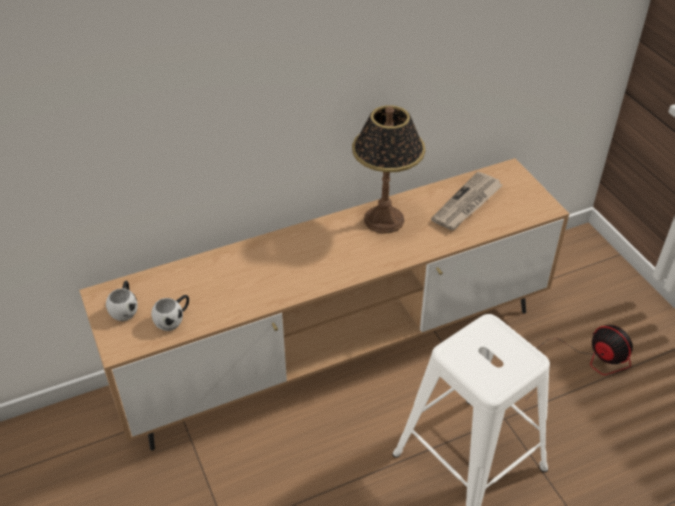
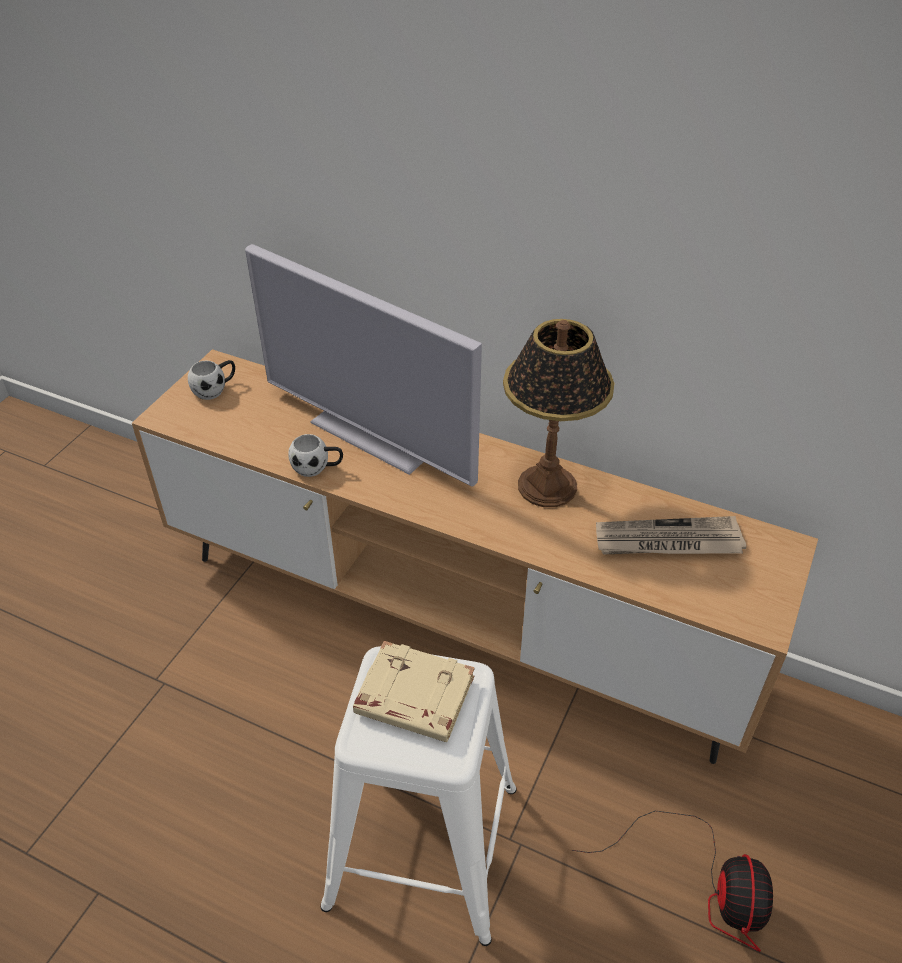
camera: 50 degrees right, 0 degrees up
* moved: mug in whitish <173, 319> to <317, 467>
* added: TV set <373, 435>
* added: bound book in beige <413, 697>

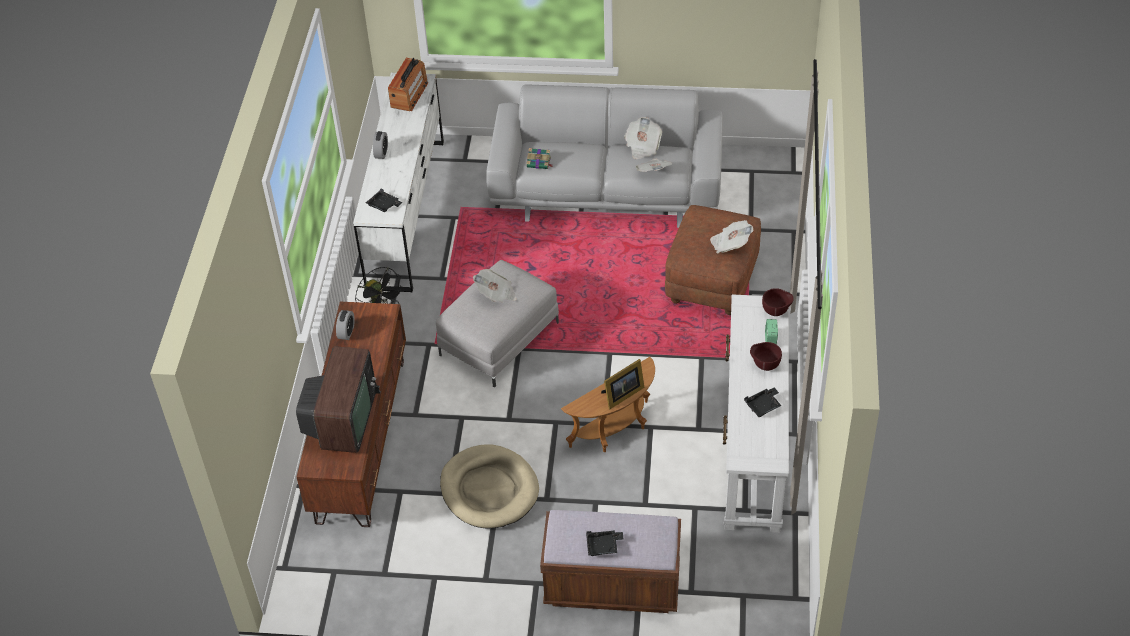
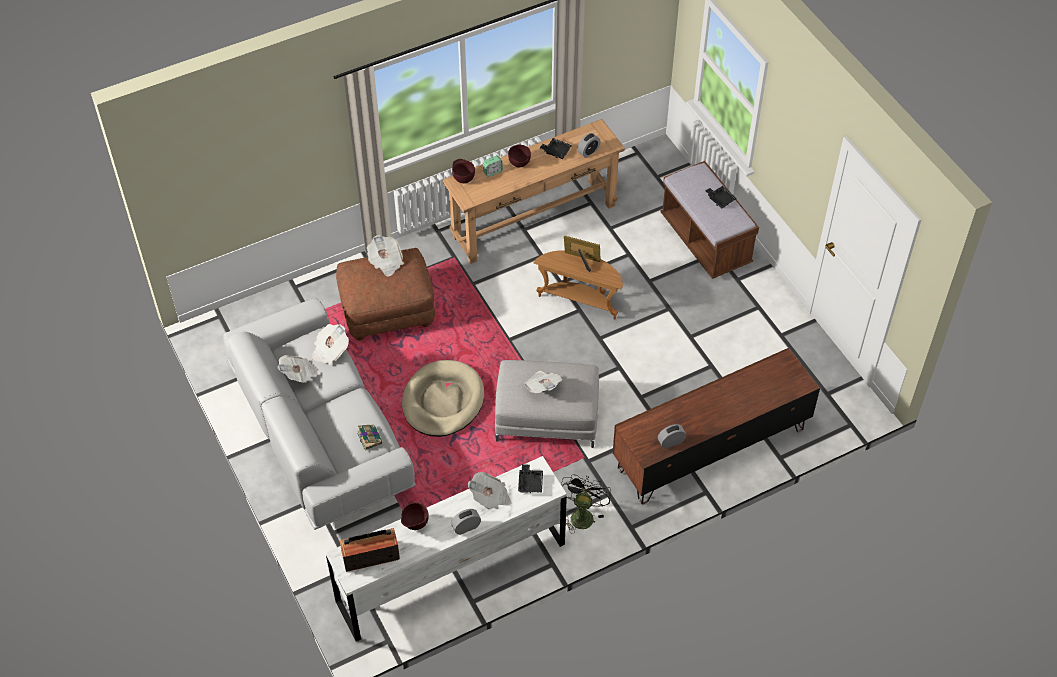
camera: 125 degrees left, 5 degrees up
* removed: TV set <343, 420>
* moved: dog bed in beige <489, 489> to <443, 401>
* recoloured: hall table in whitish <753, 446> to hall table in brown <534, 220>
* added: serving bowl in brown <414, 525>
* added: daily paper <490, 497>
* added: bedside clock <588, 152>

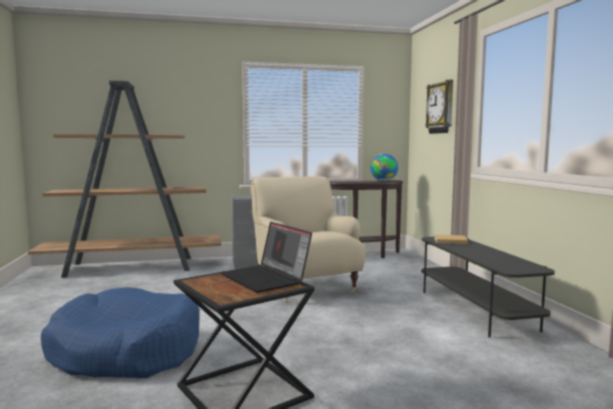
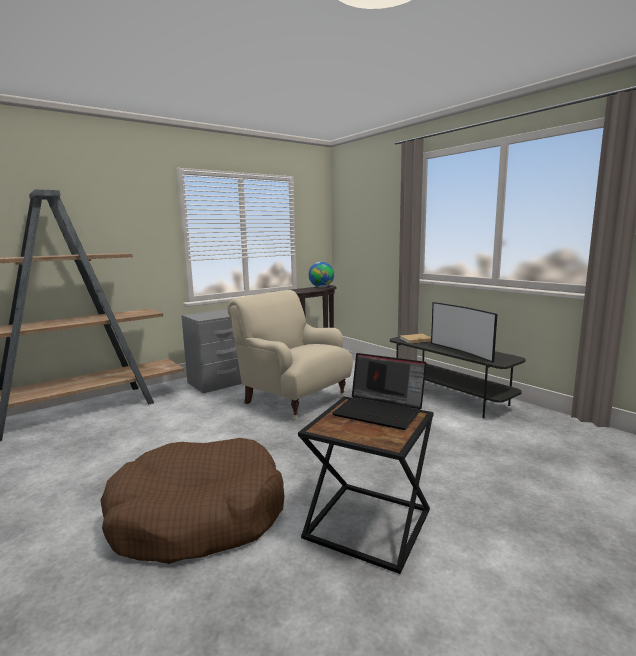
camera: 25 degrees left, 5 degrees up
* recoloured: dog bed in blue <126, 351> to dog bed in brown <198, 515>
* removed: hanging clock <441, 108>
* added: TV set <462, 351>

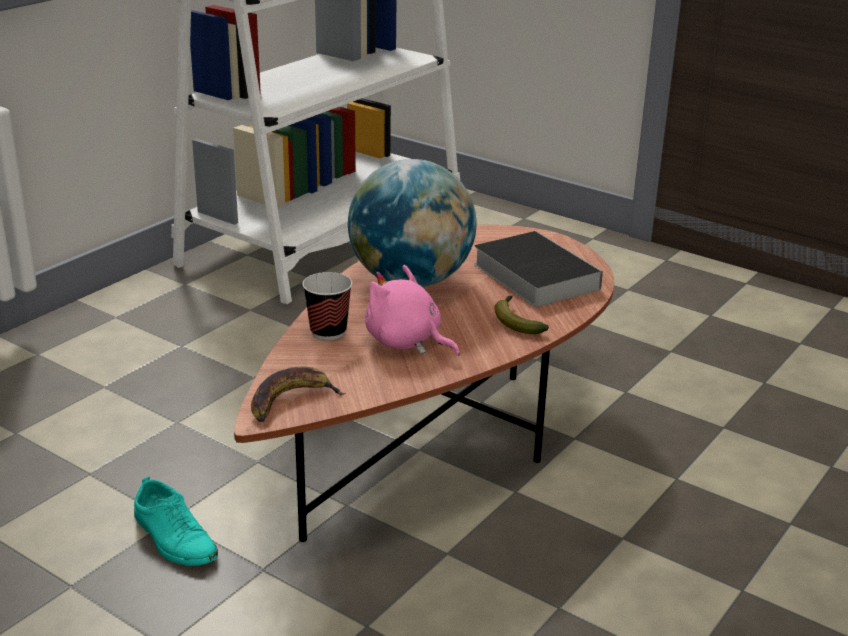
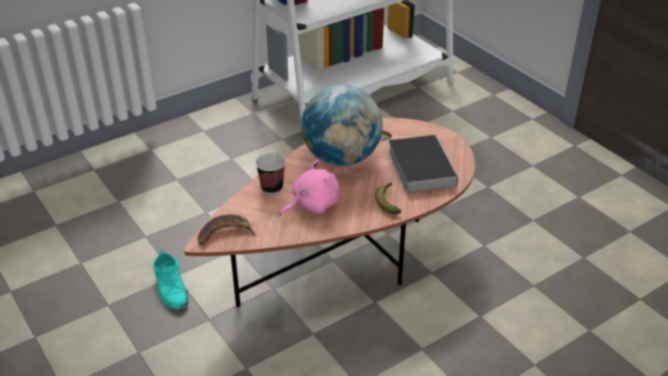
camera: 20 degrees right, 10 degrees up
* turned: cuddly toy in pink <406, 342> = <312, 204> 90 degrees clockwise

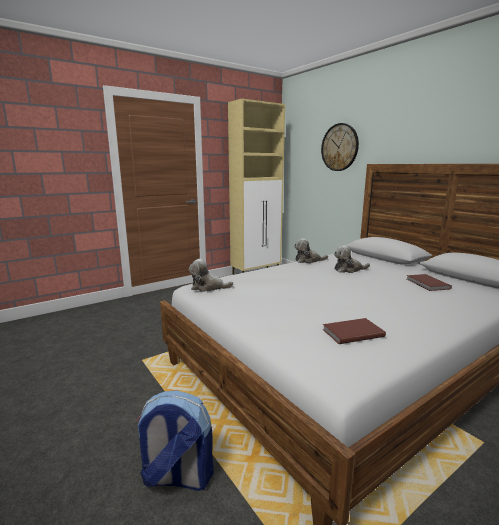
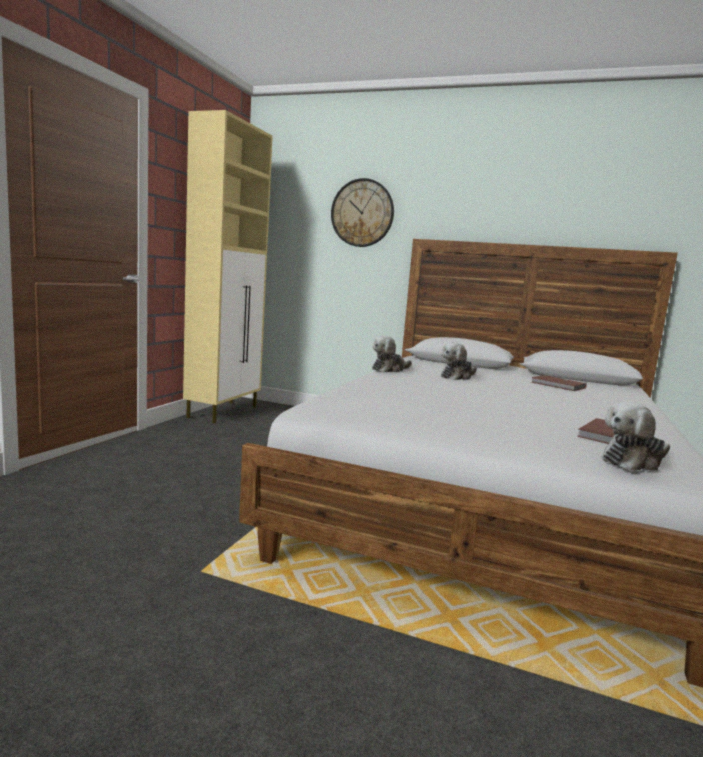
camera: 35 degrees left, 5 degrees down
* removed: backpack <177, 477>
* moved: cuddly toy <208, 287> to <633, 461>

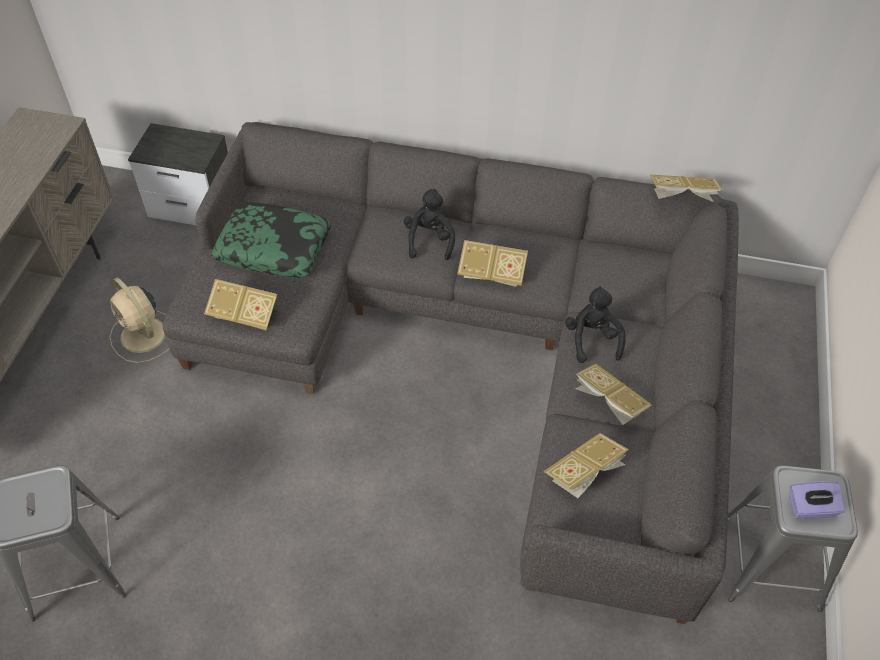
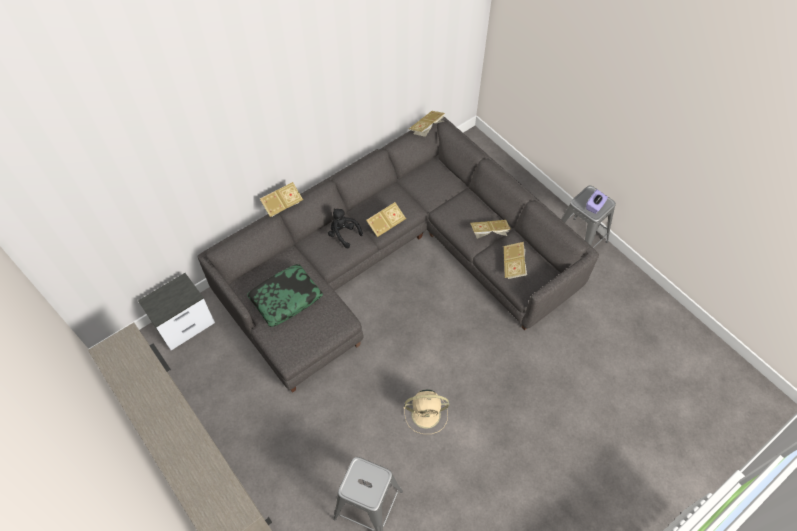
camera: 50 degrees left, 5 degrees up
* moved: electric fan in beige <144, 336> to <427, 414>
* moved: bound book <244, 315> to <282, 205>
* removed: cuddly toy in black <592, 339>

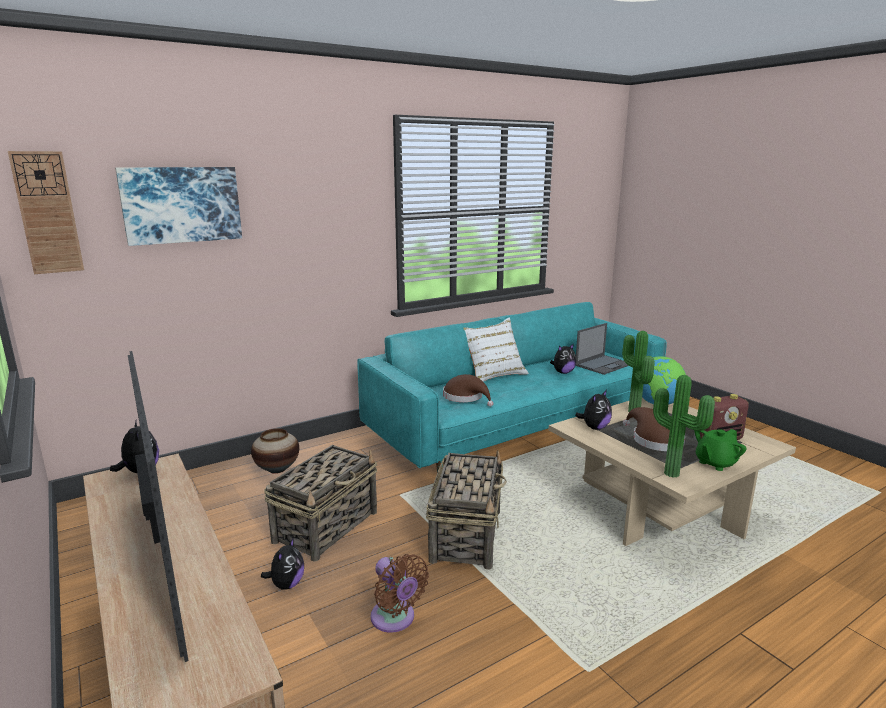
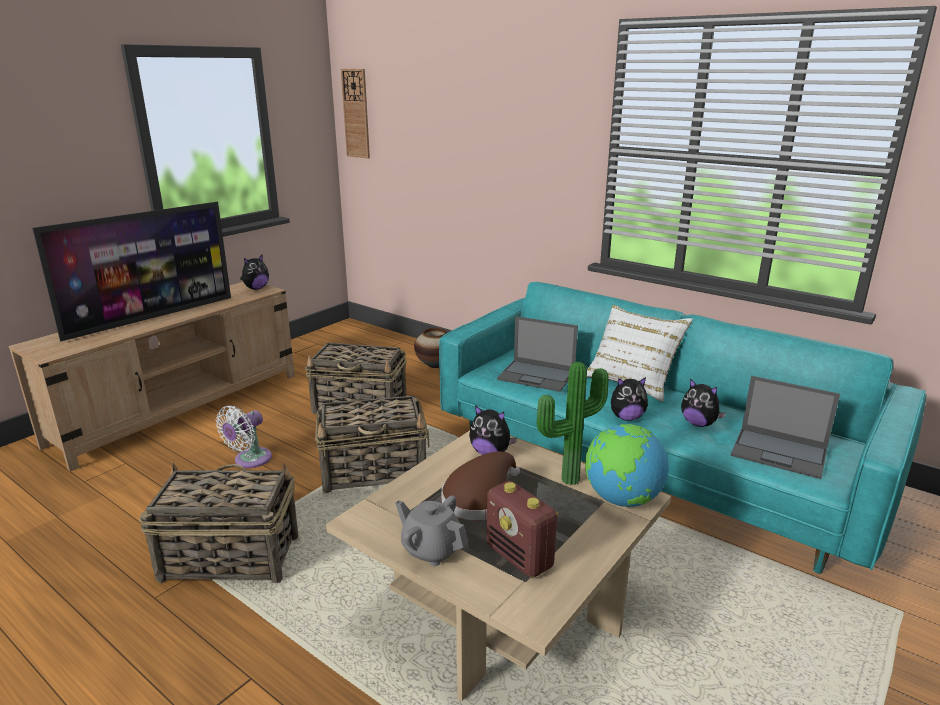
camera: 70 degrees right, 5 degrees up
* removed: wall art <181, 204>
* moved: cuddly toy <287, 584> to <626, 417>
* recoloured: electric fan in brown <395, 619> to electric fan in whitish <249, 460>
* replaced: hat in brown <465, 397> to laptop <537, 376>
* removed: plant in a pot <673, 473>
* recoloured: pot for tea in green <715, 463> to pot for tea in gray <431, 549>
* added: household basket <229, 557>

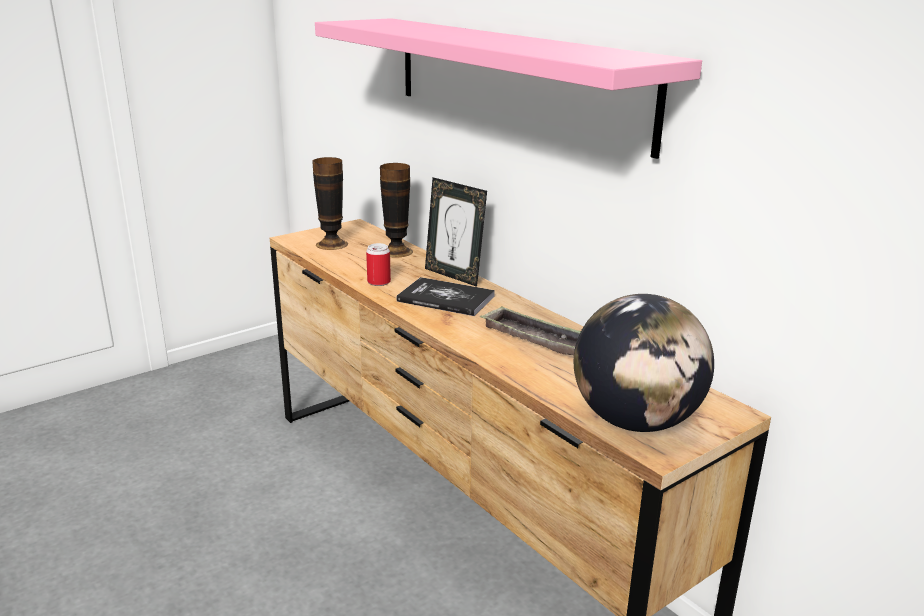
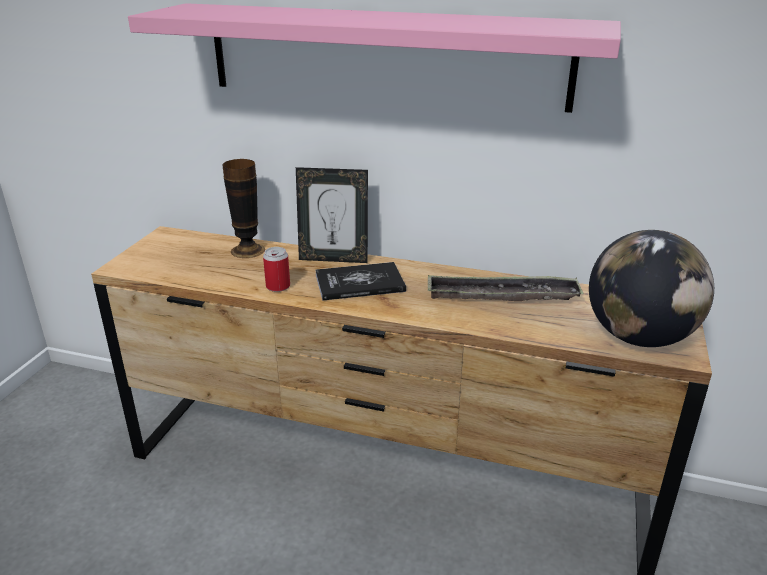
camera: 35 degrees left, 5 degrees up
* removed: decorative vase <332, 244>

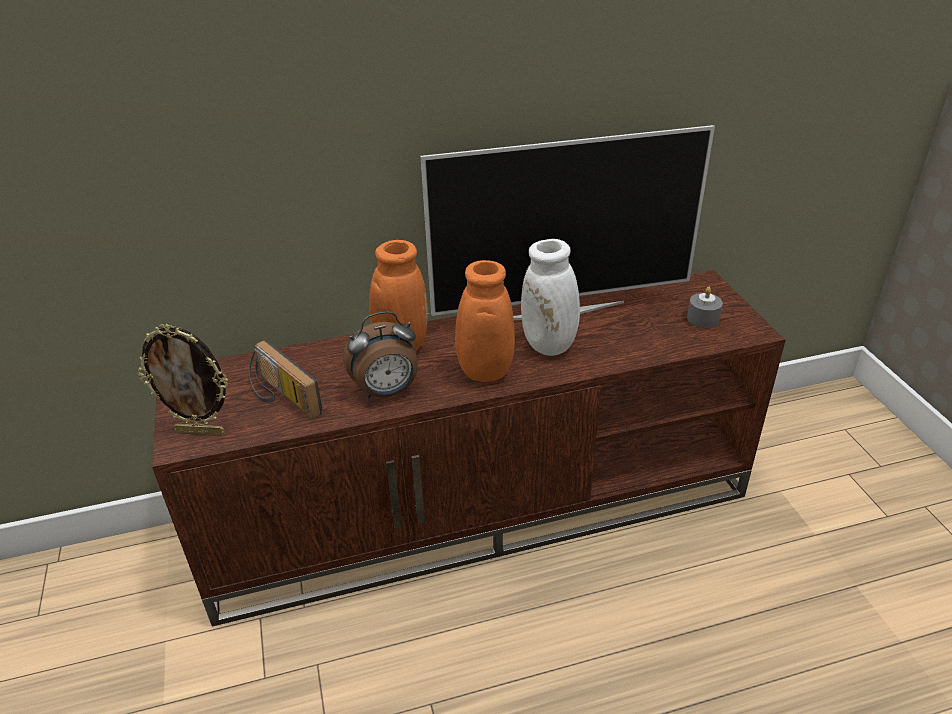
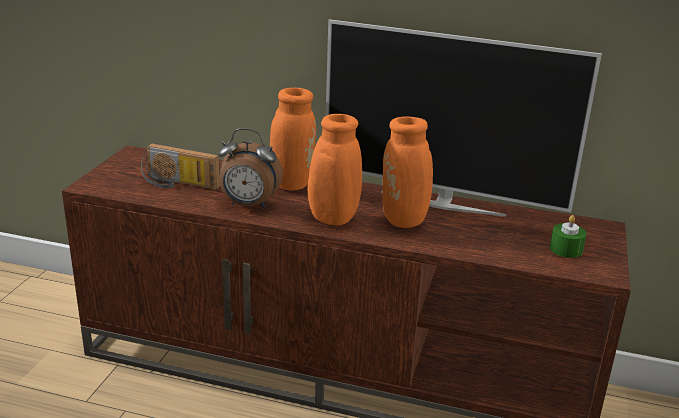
camera: 30 degrees right, 10 degrees down
* removed: standing frame <201, 432>
* turned: radio set <281, 397> = <178, 184> 60 degrees counterclockwise
* recoloured: decorative vase in whitish <553, 347> to decorative vase in orange <406, 223>
* recoloured: wax light in gray <703, 318> to wax light in green <566, 249>

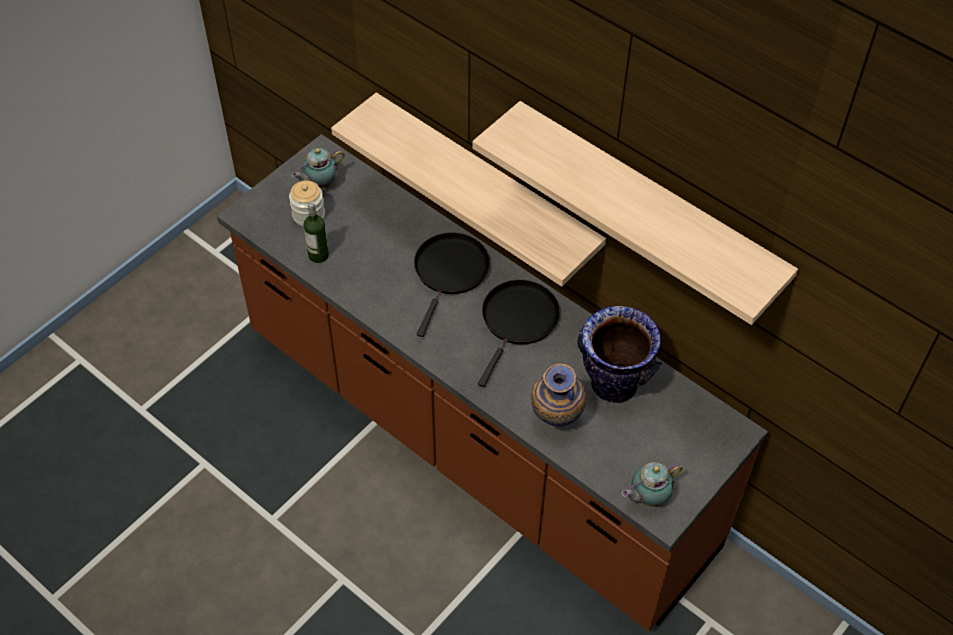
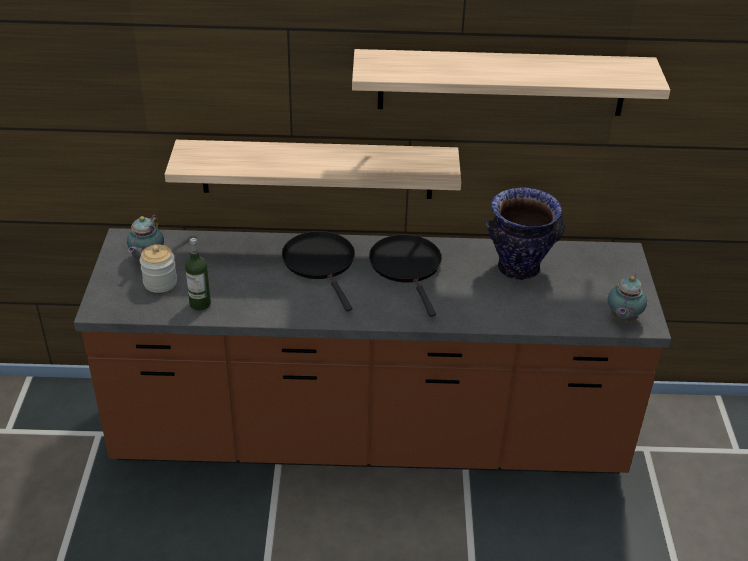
camera: 40 degrees left, 15 degrees down
* removed: decorative vase <555, 421>

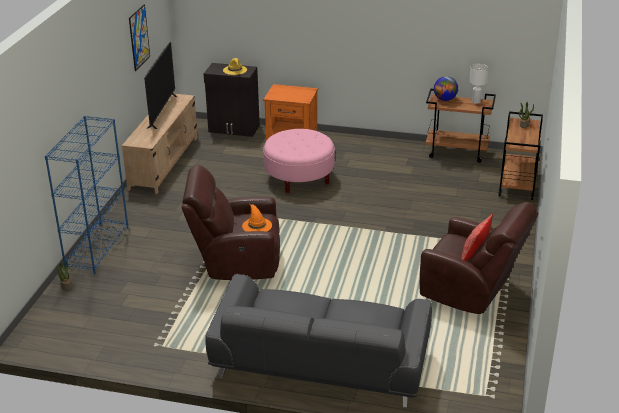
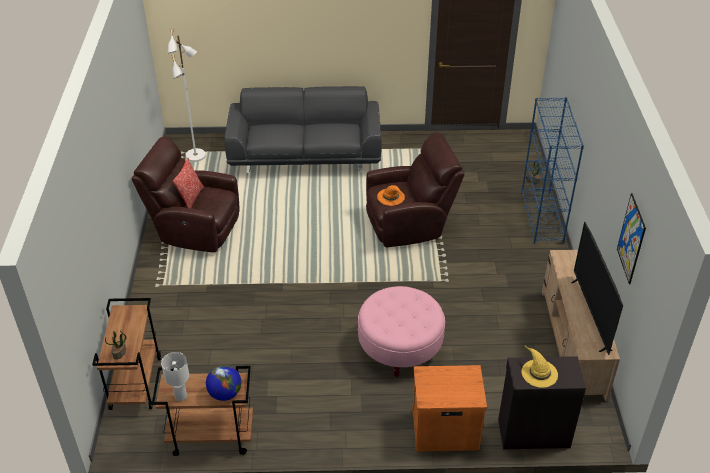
camera: 165 degrees right, 10 degrees up
* added: floor lamp in whitish <196, 156>

